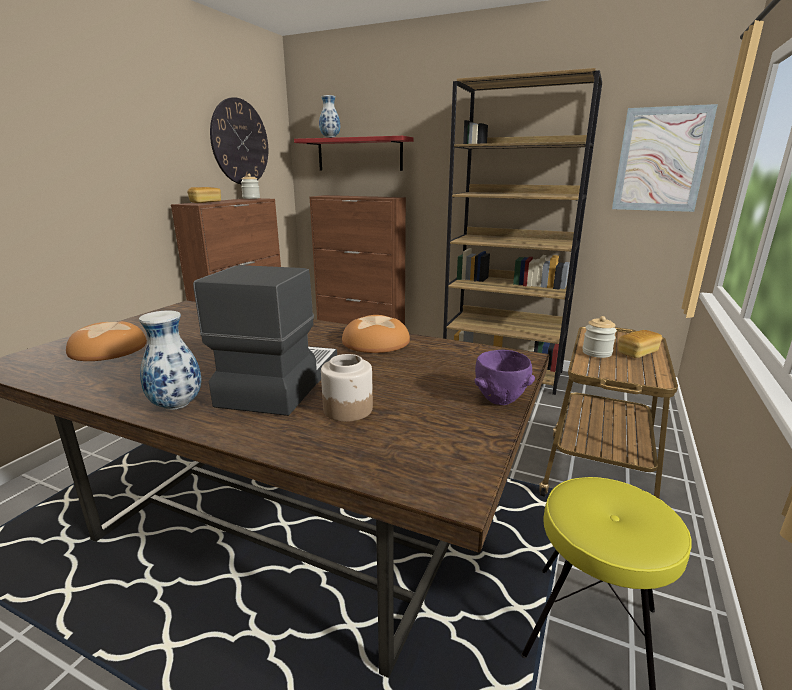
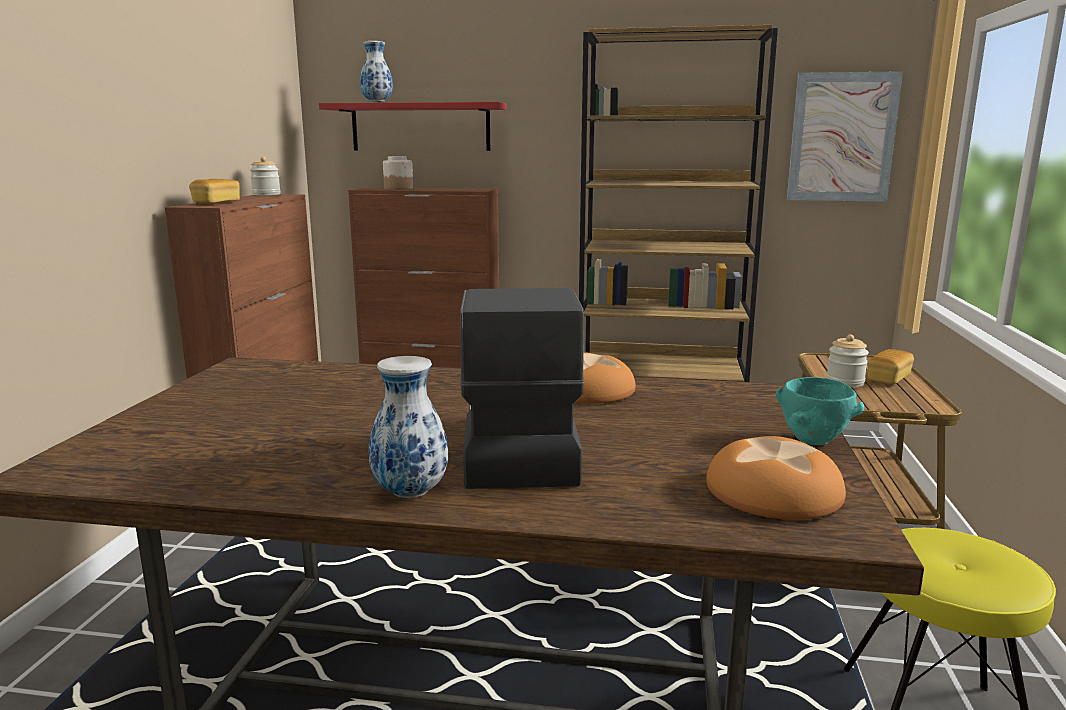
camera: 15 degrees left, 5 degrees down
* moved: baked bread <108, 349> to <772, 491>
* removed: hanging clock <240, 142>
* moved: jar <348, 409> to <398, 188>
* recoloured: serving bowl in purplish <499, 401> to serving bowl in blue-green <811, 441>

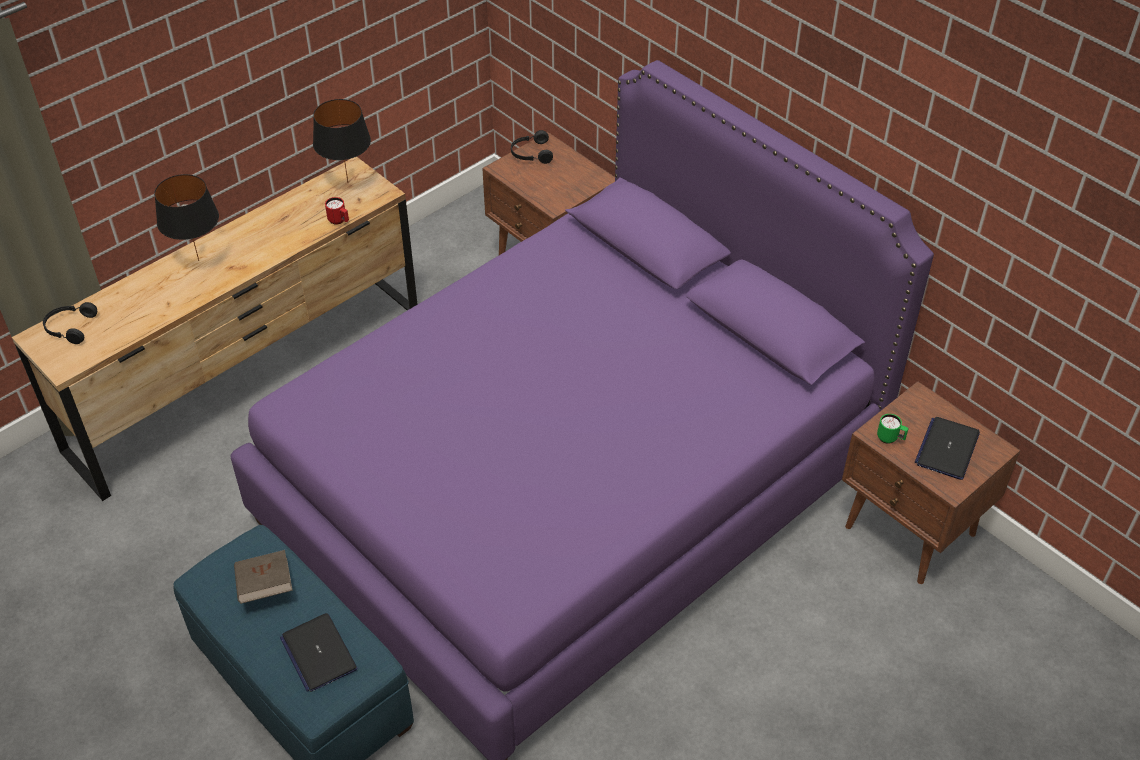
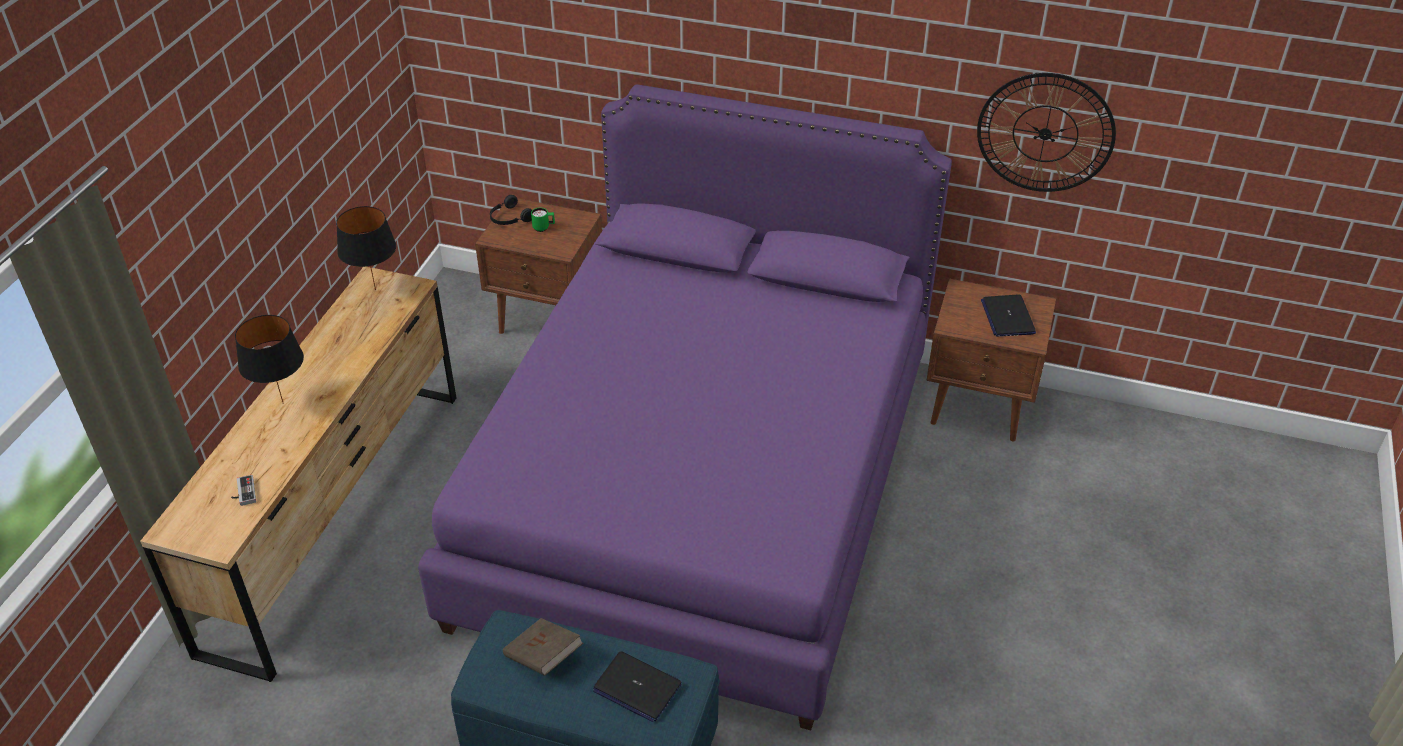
camera: 30 degrees left, 5 degrees down
* removed: headset in black <69, 328>
* removed: mug in reddish <339, 221>
* moved: mug in green <890, 438> to <543, 228>
* added: game controller <243, 493>
* added: hanging clock <1045, 133>

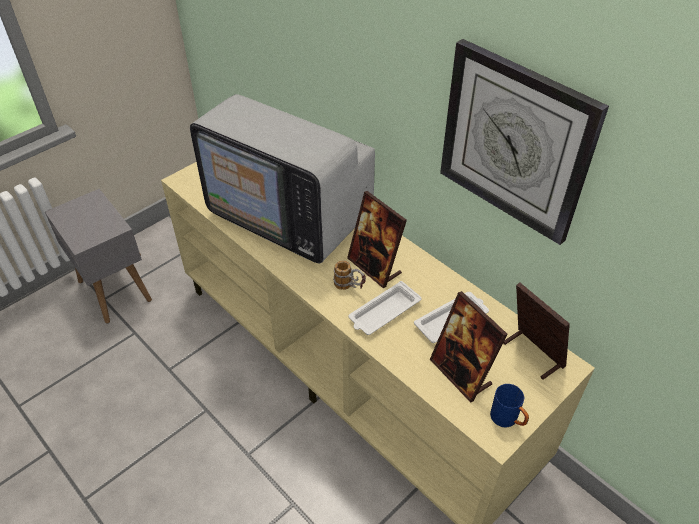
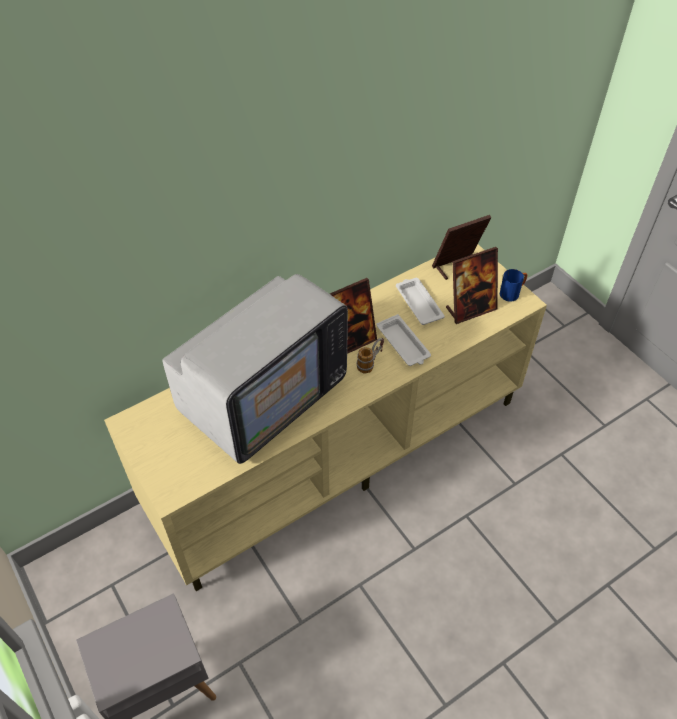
camera: 80 degrees left, 5 degrees up
* removed: hanging clock <515, 142>

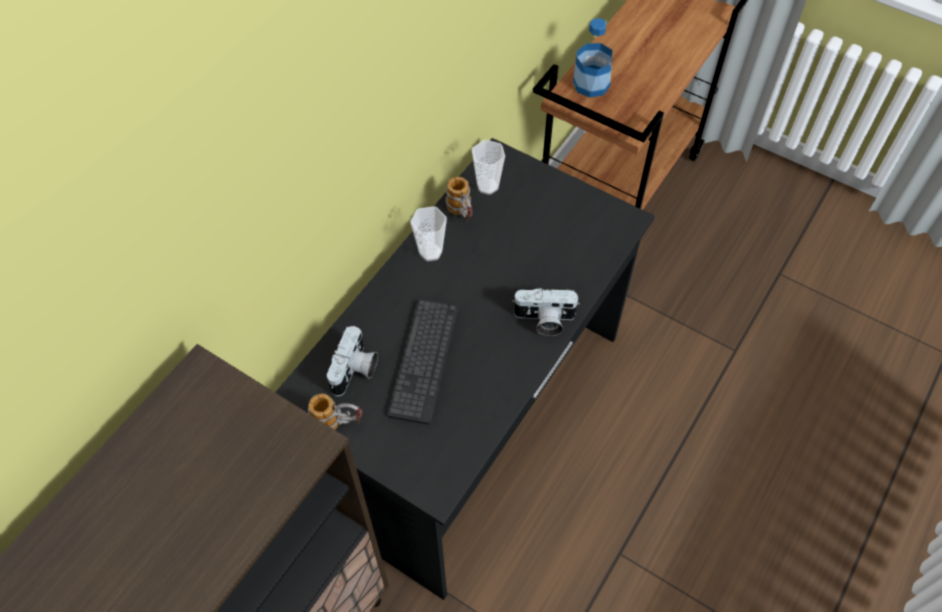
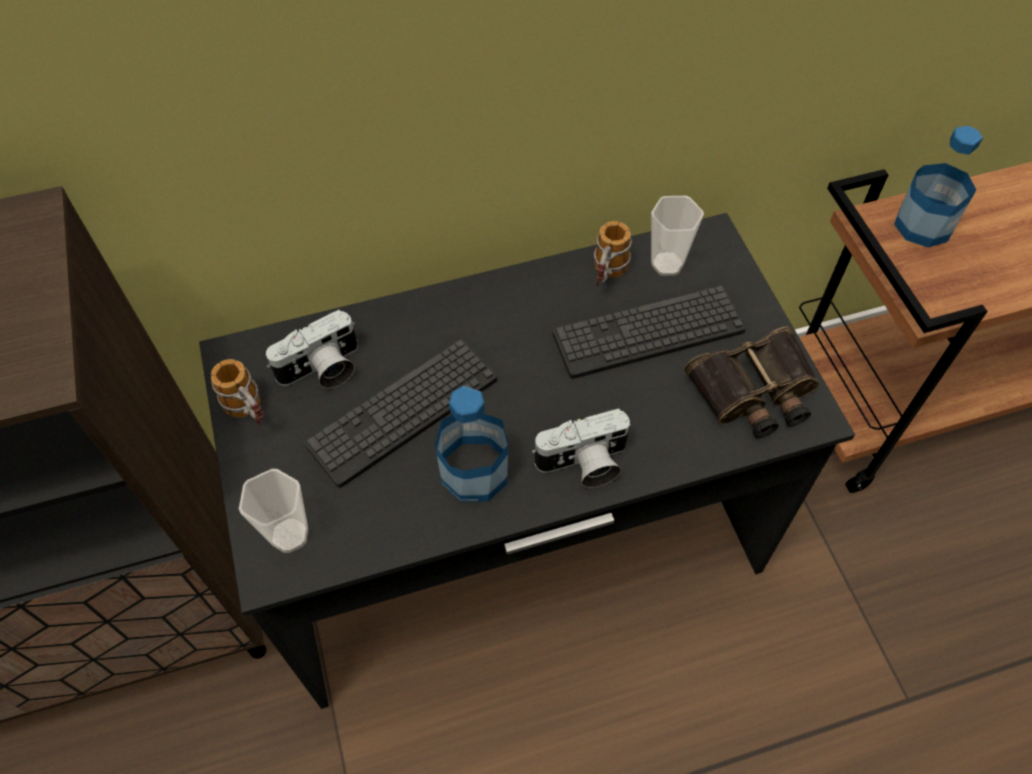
camera: 40 degrees right, 0 degrees up
* moved: small cup <430, 252> to <289, 535>
* turned: still camera <544, 320> = <584, 464> 60 degrees counterclockwise
* added: beverage bottle <474, 472>
* added: computer keyboard <648, 332>
* added: binoculars <755, 392>

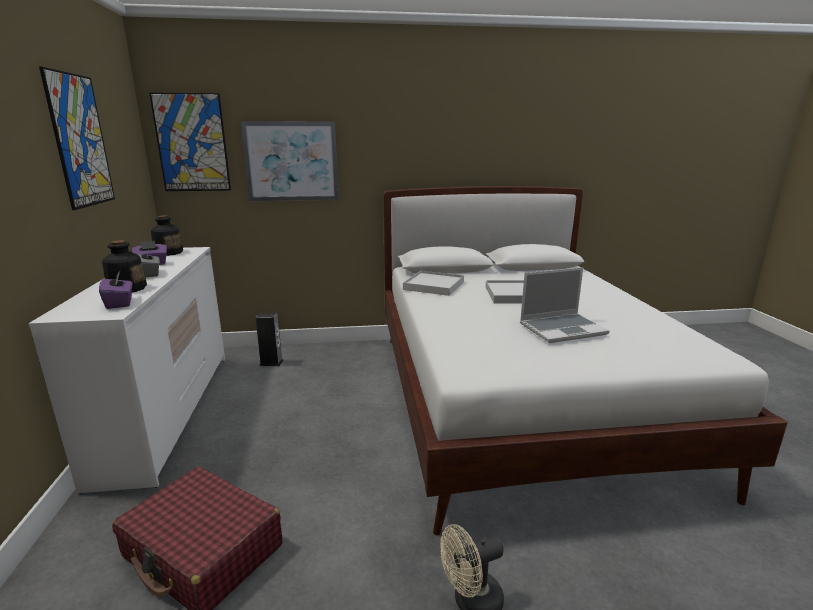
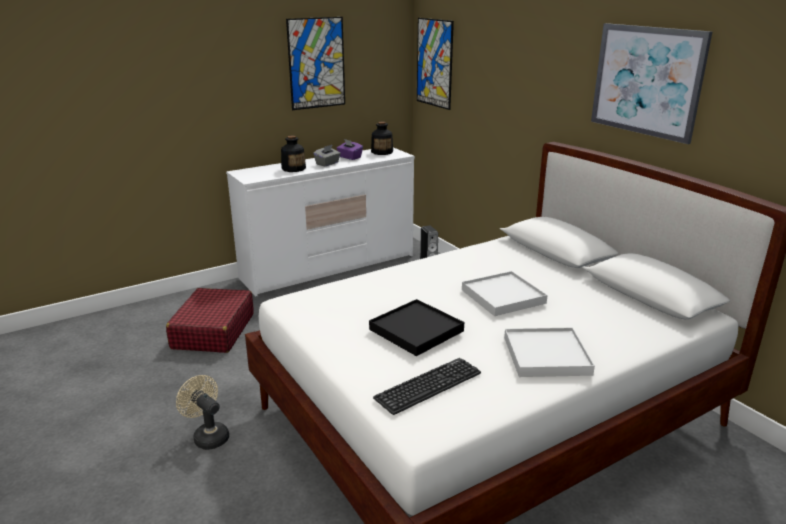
camera: 65 degrees right, 5 degrees up
* removed: tissue box in purplish <120, 303>
* moved: wall art <291, 161> to <646, 81>
* moved: carrying tray in whitish <433, 286> to <546, 355>
* replaced: laptop <563, 329> to carrying tray in black <416, 330>
* added: computer keyboard <428, 386>

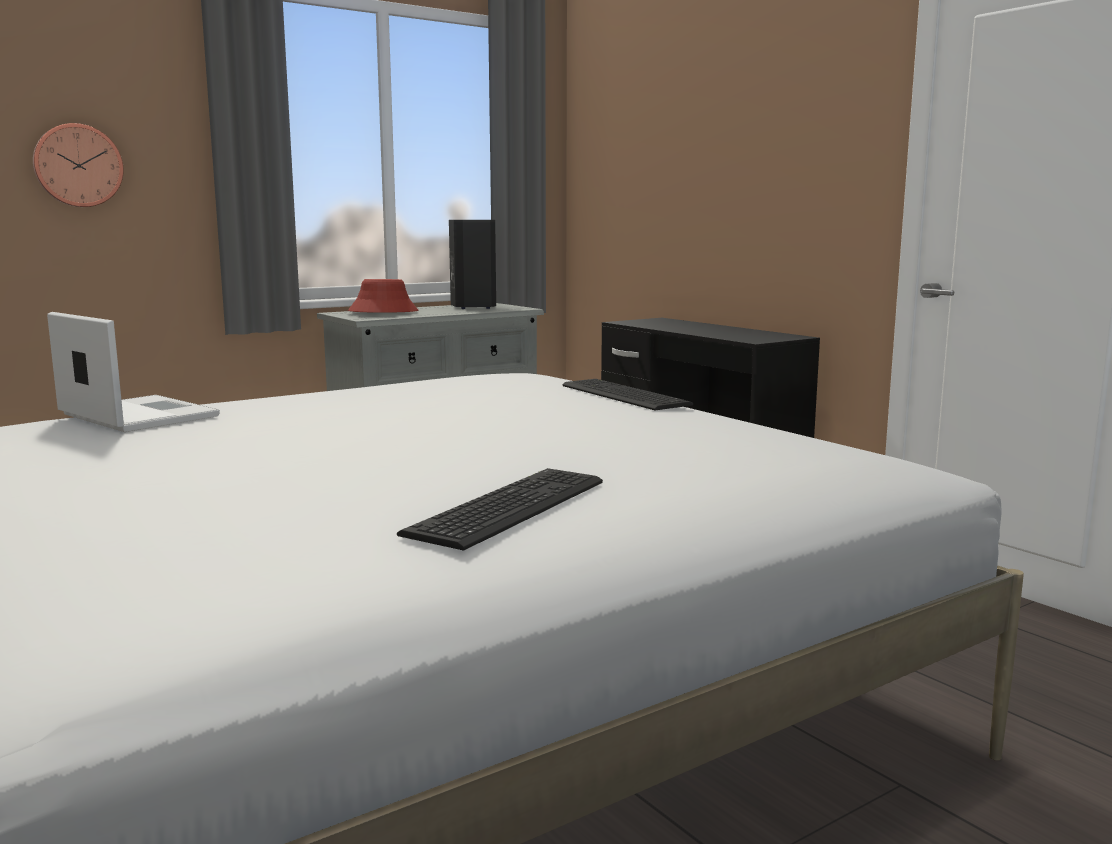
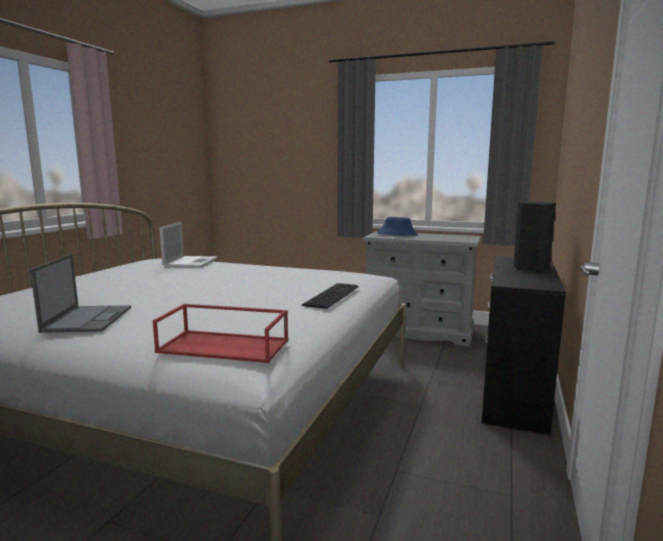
camera: 55 degrees right, 0 degrees up
* removed: hanging clock <78, 165>
* recoloured: hat in reddish <383, 312> to hat in blue <397, 234>
* replaced: computer keyboard <503, 507> to laptop <88, 319>
* moved: loudspeaker in black <472, 307> to <530, 268>
* added: carrying tray in reddish <225, 346>

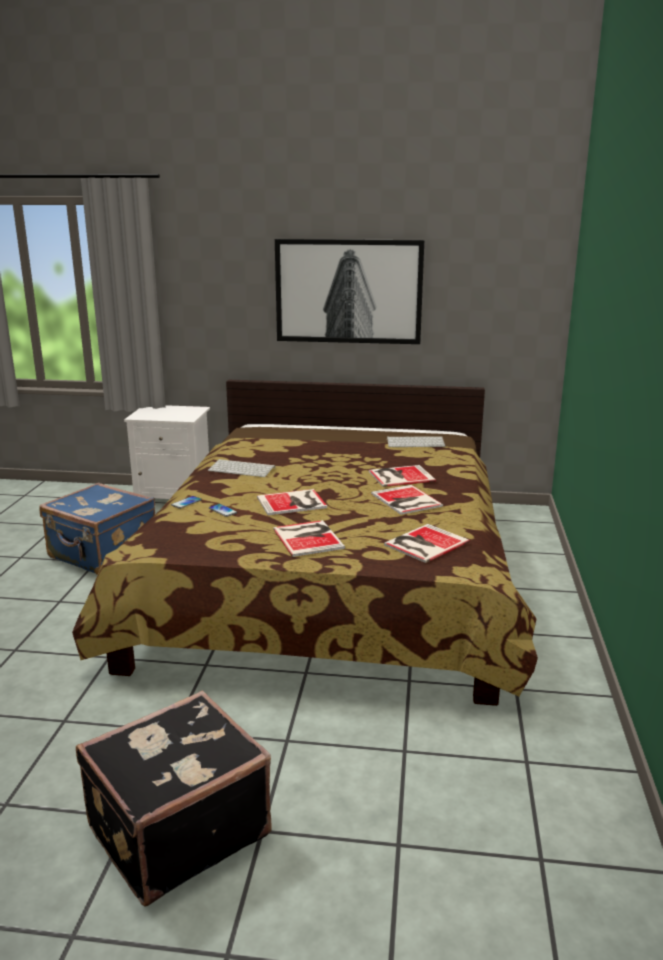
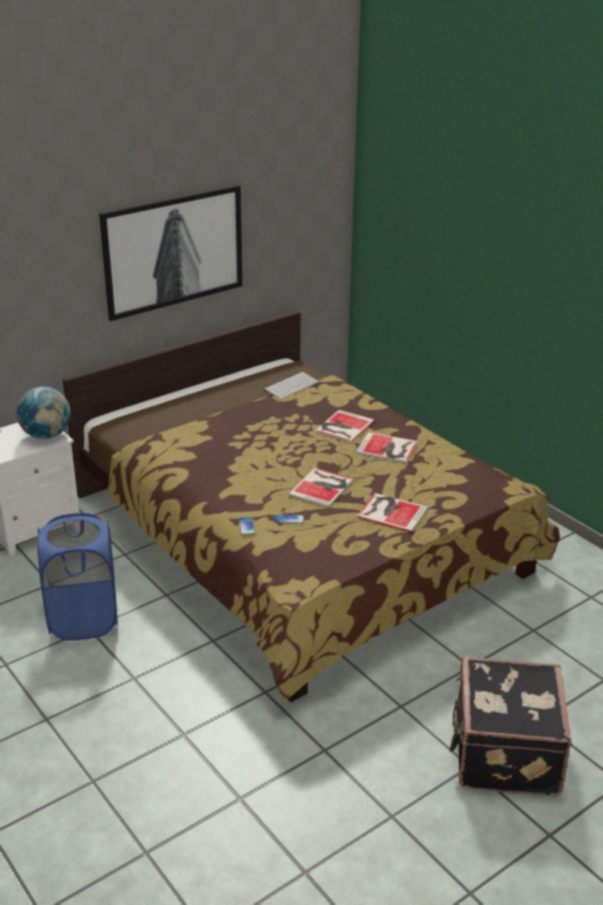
camera: 45 degrees left, 10 degrees up
* replaced: piece of luggage in blue <102, 556> to laundry basket in blue <84, 619>
* removed: computer keyboard <242, 469>
* removed: bound book <424, 543>
* added: globe <46, 435>

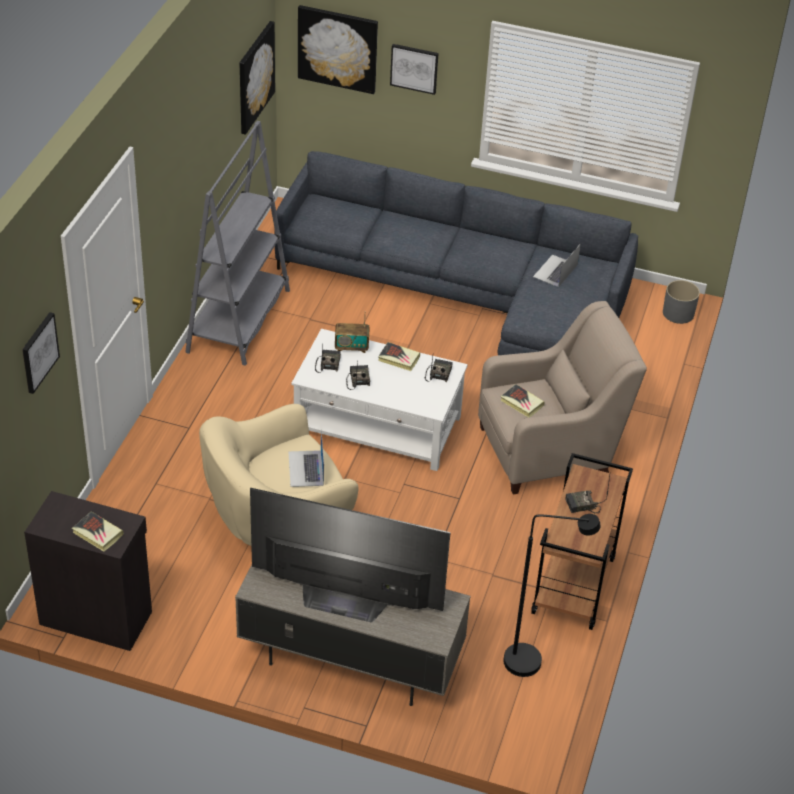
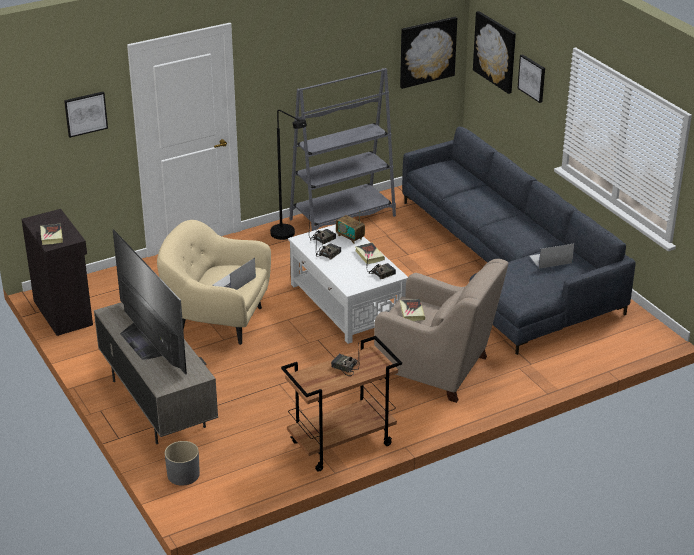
camera: 45 degrees right, 10 degrees down
* moved: floor lamp in black <533, 661> to <287, 236>
* moved: flower pot in gray <678, 313> to <183, 474>

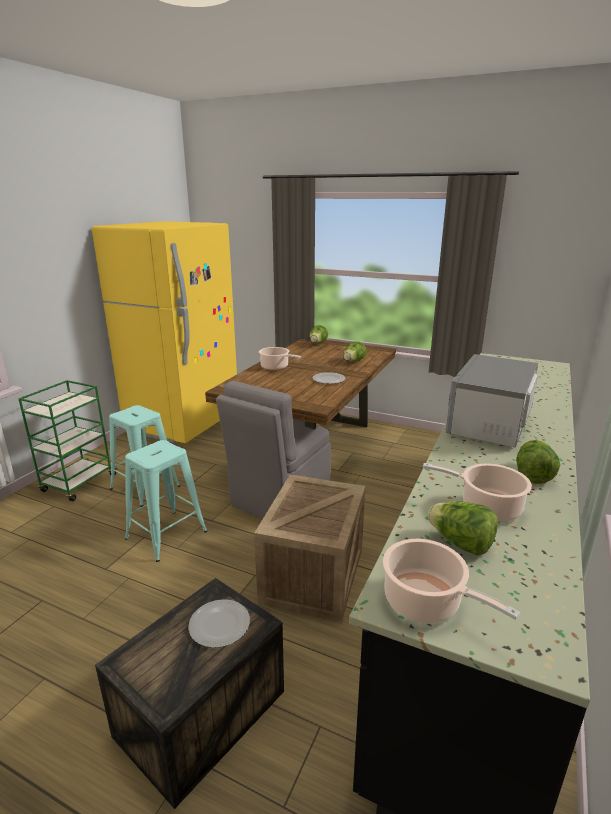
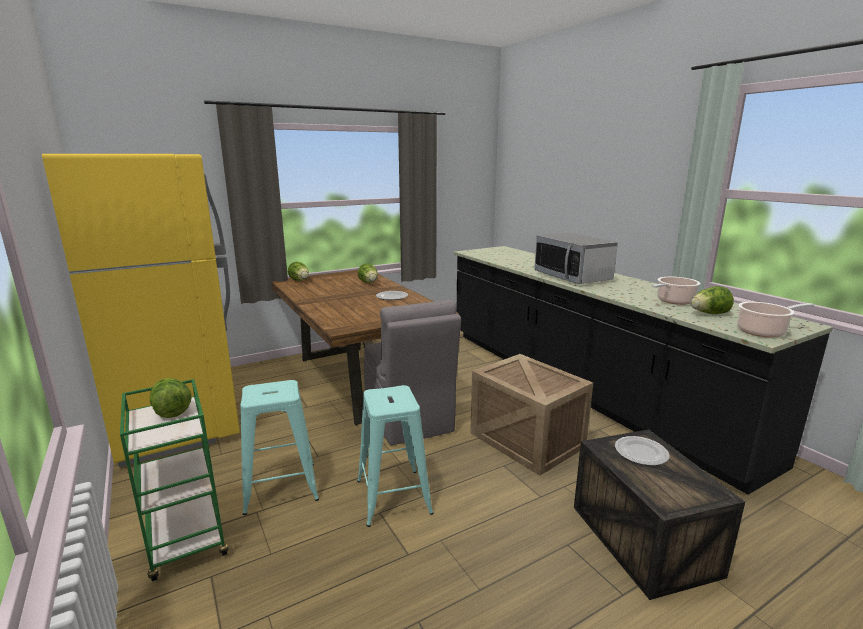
camera: 55 degrees left, 5 degrees down
* removed: saucepot <276, 367>
* moved: head of lettuce <532, 475> to <171, 411>

